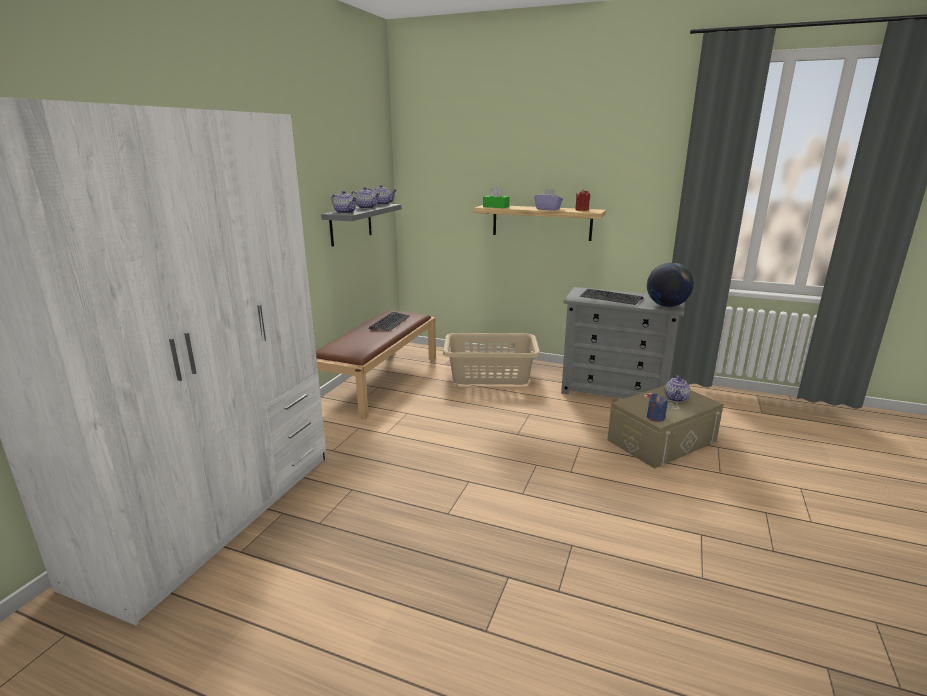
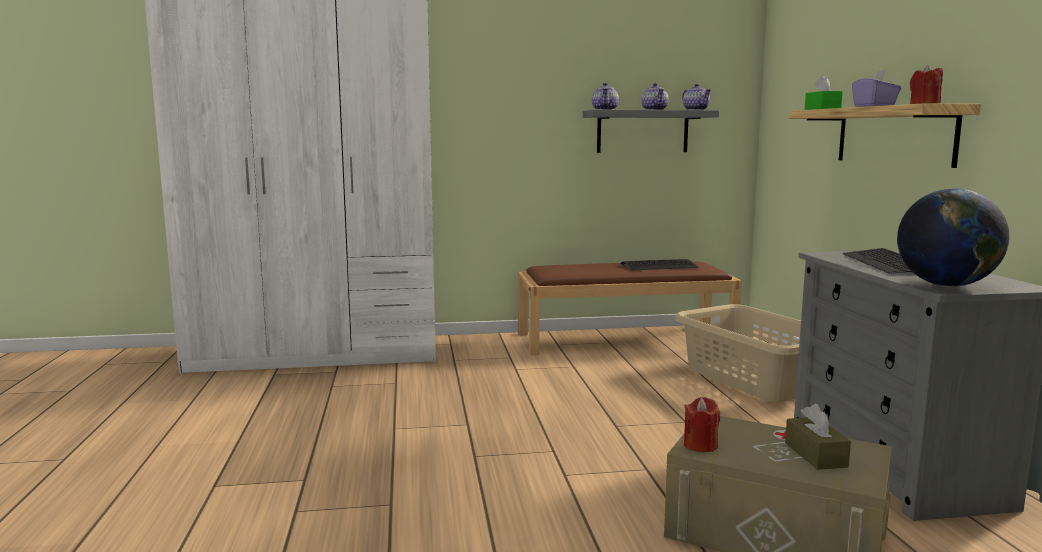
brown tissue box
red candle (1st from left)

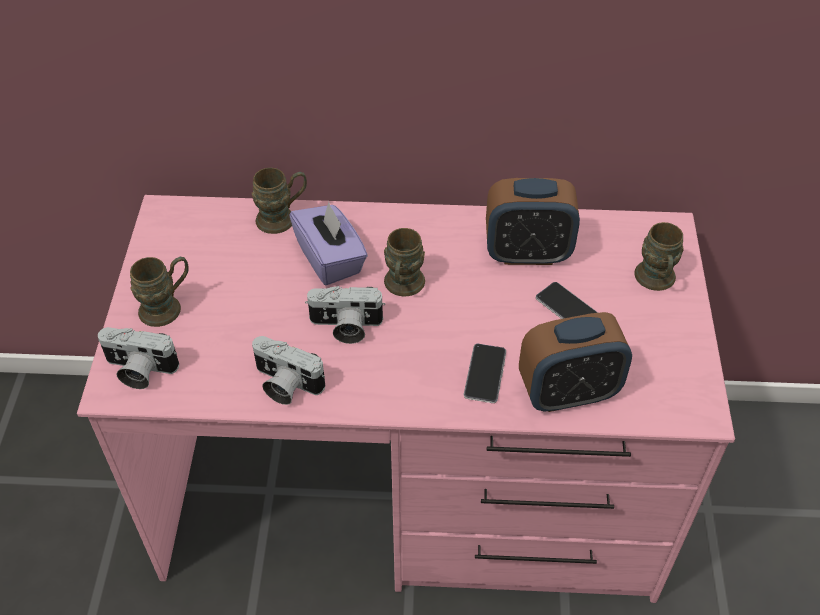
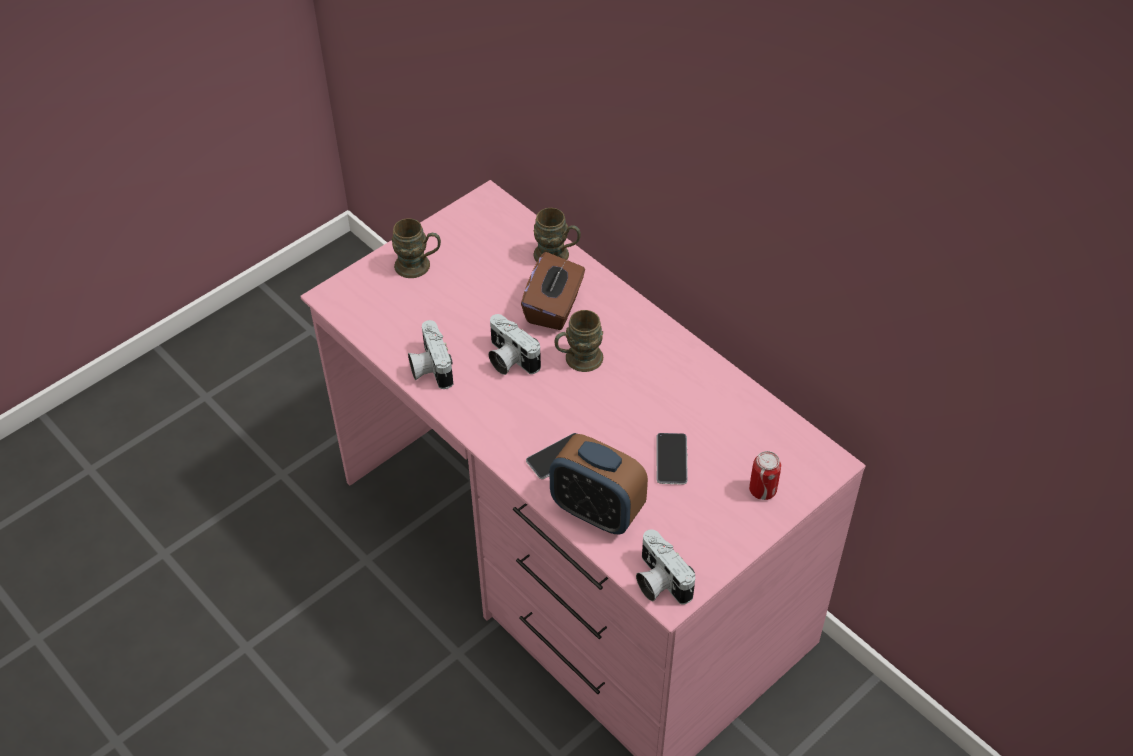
alarm clock (1st from left in the first image)
brown tissue box
can
photo camera (3rd from left)

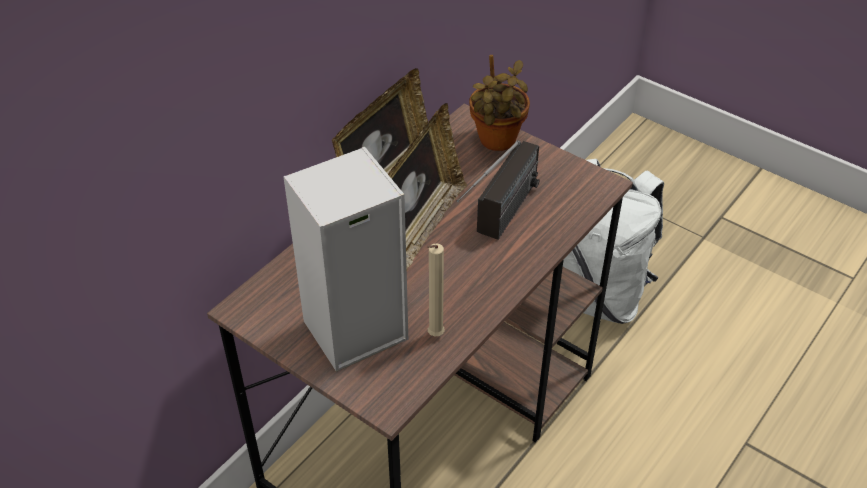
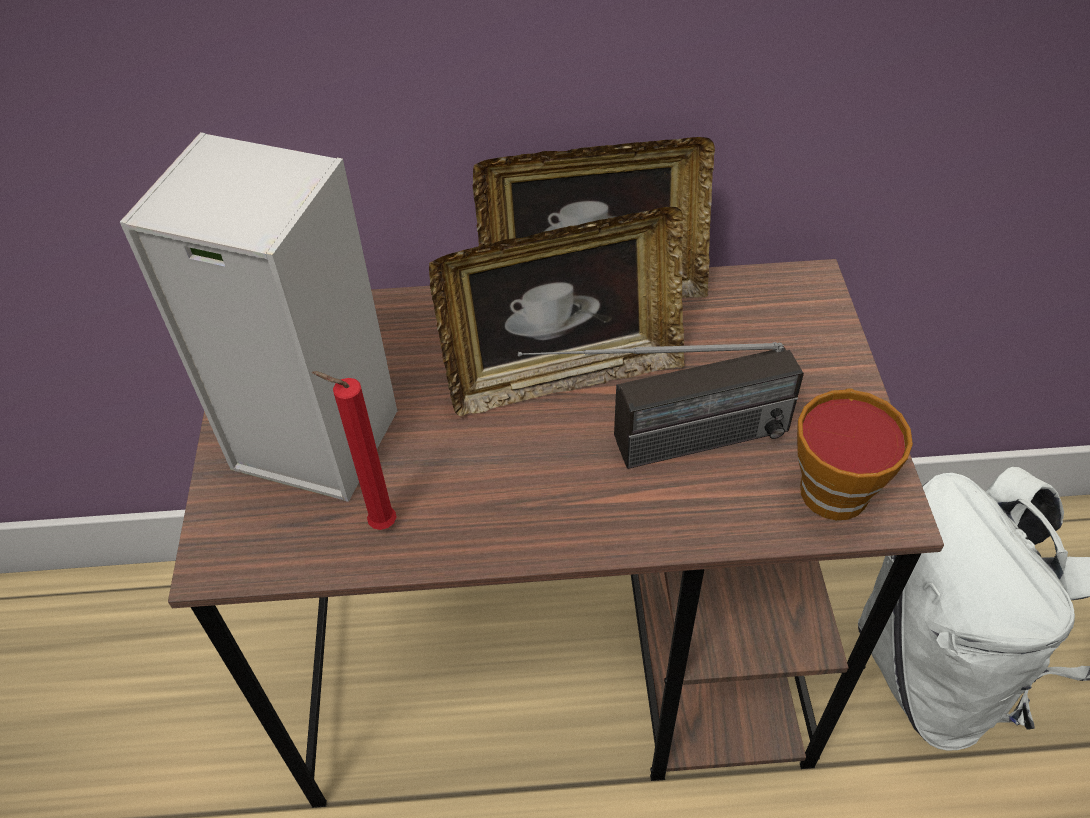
potted plant
red candle
cup

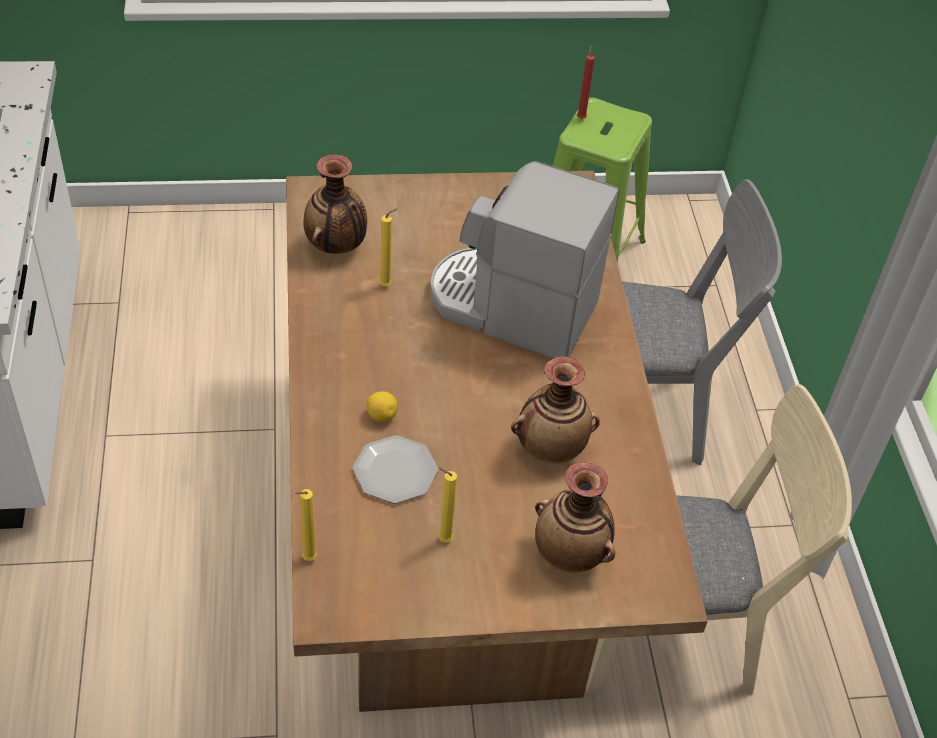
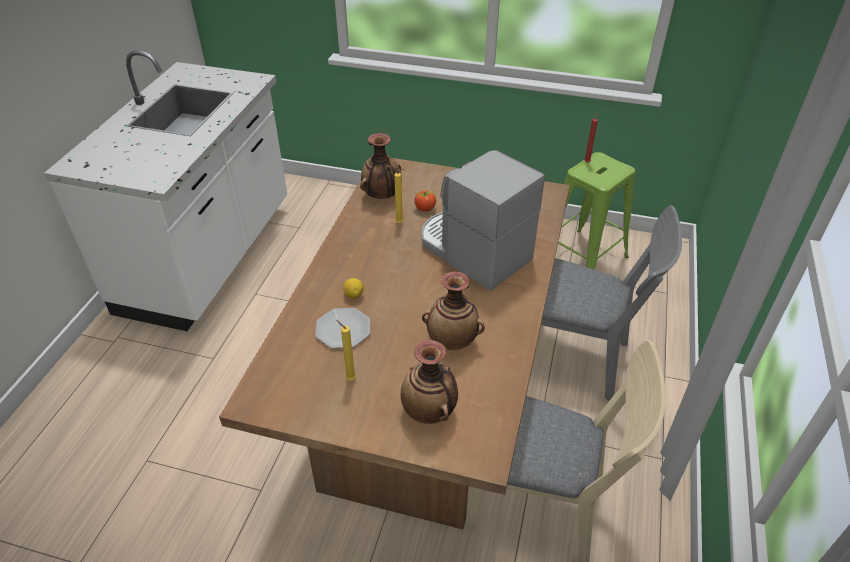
yellow candle (1st from left in the first image)
tomato

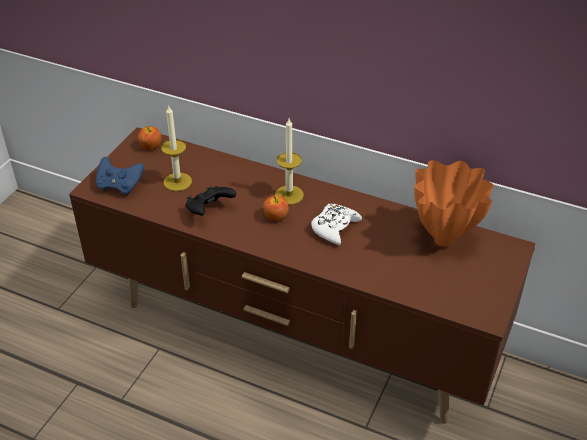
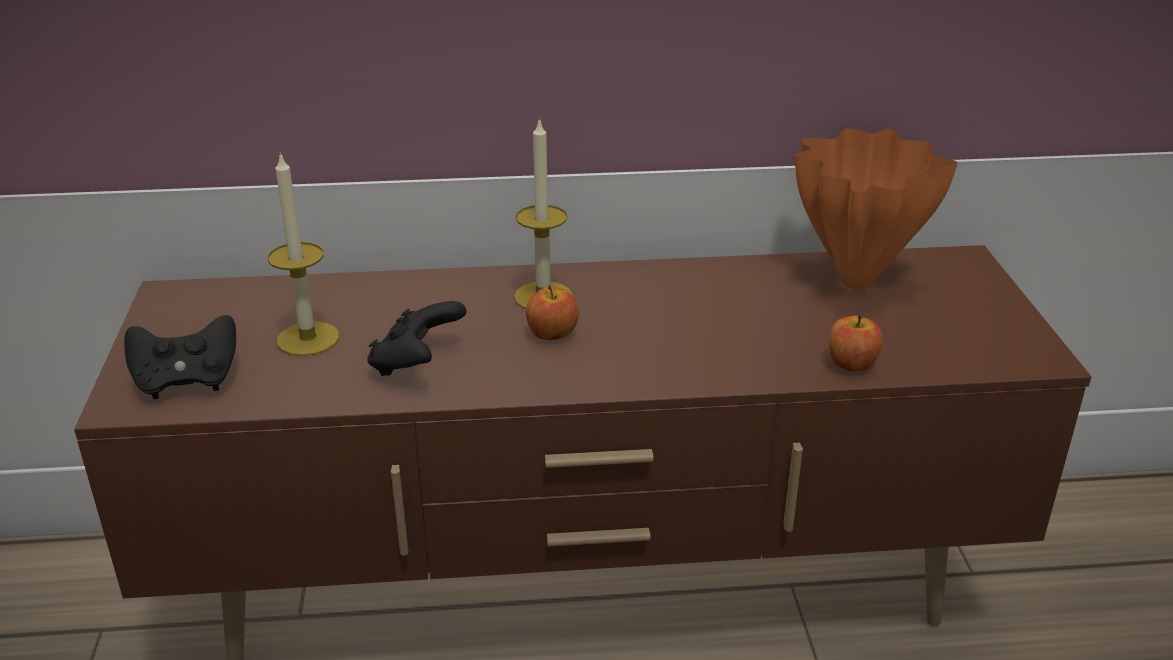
apple (2nd from left)
black game controller (1st from left)
white game controller

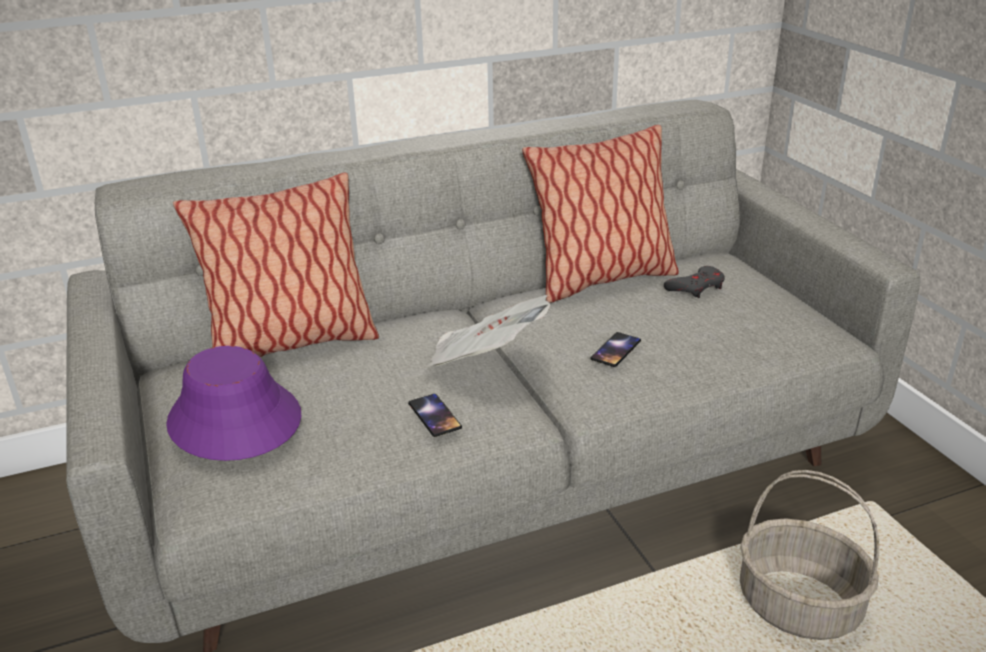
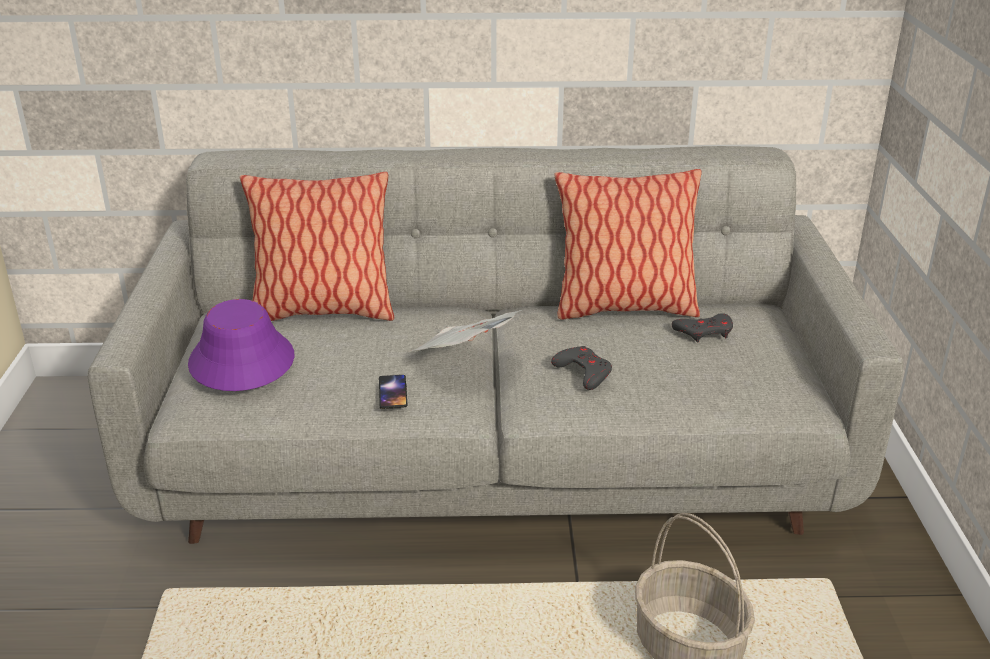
grey game controller (1st from left)

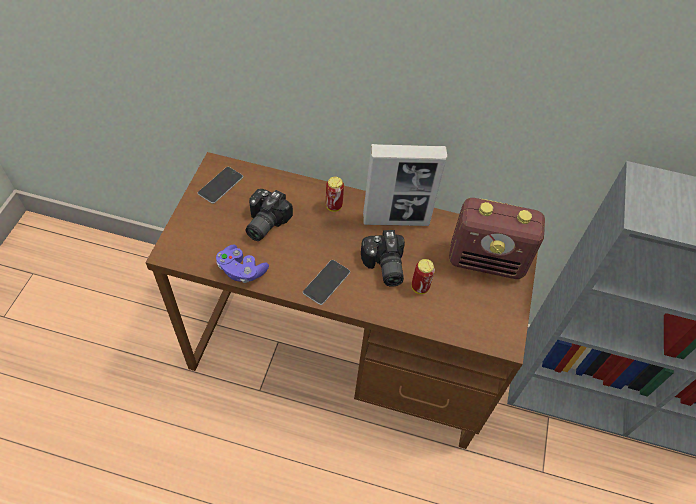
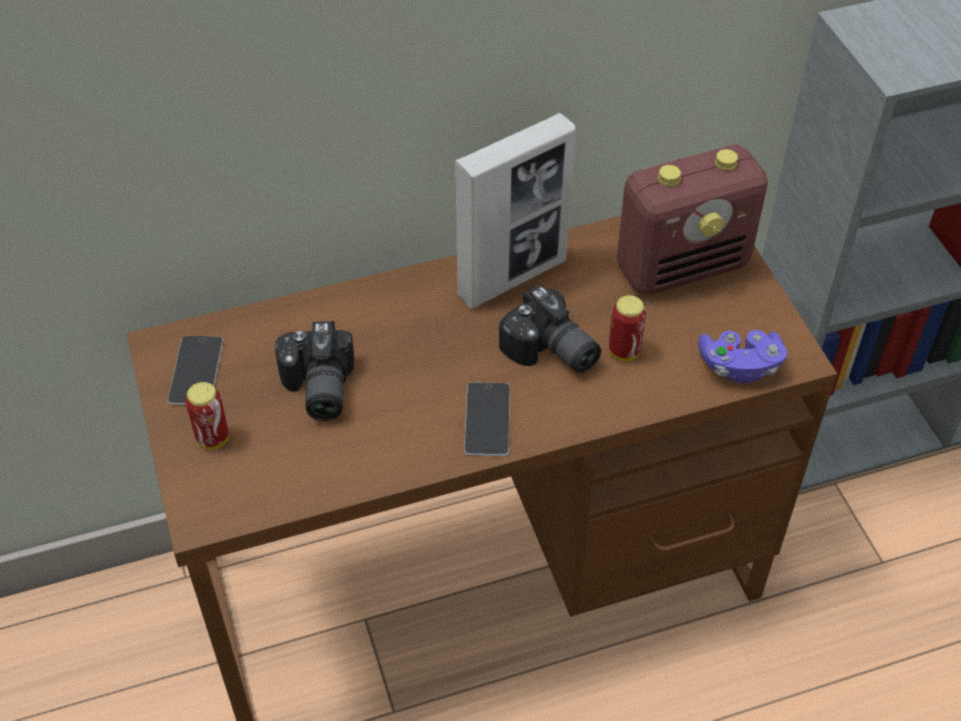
can (1st from left)
purple game controller

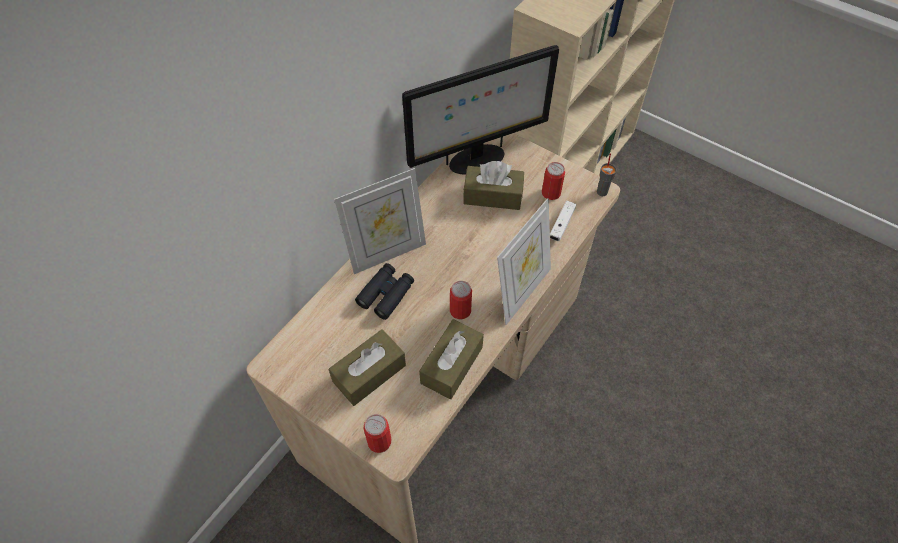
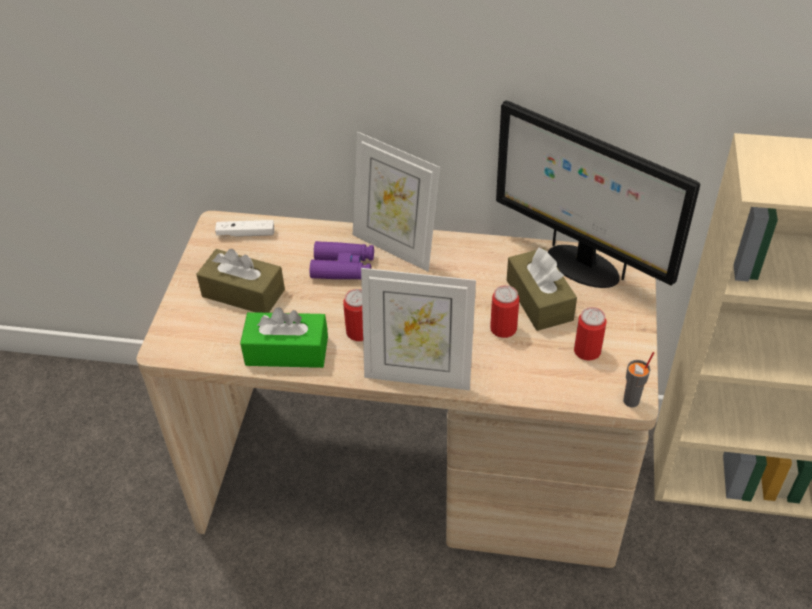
white game controller
purple binoculars
green tissue box
can (2nd from left)

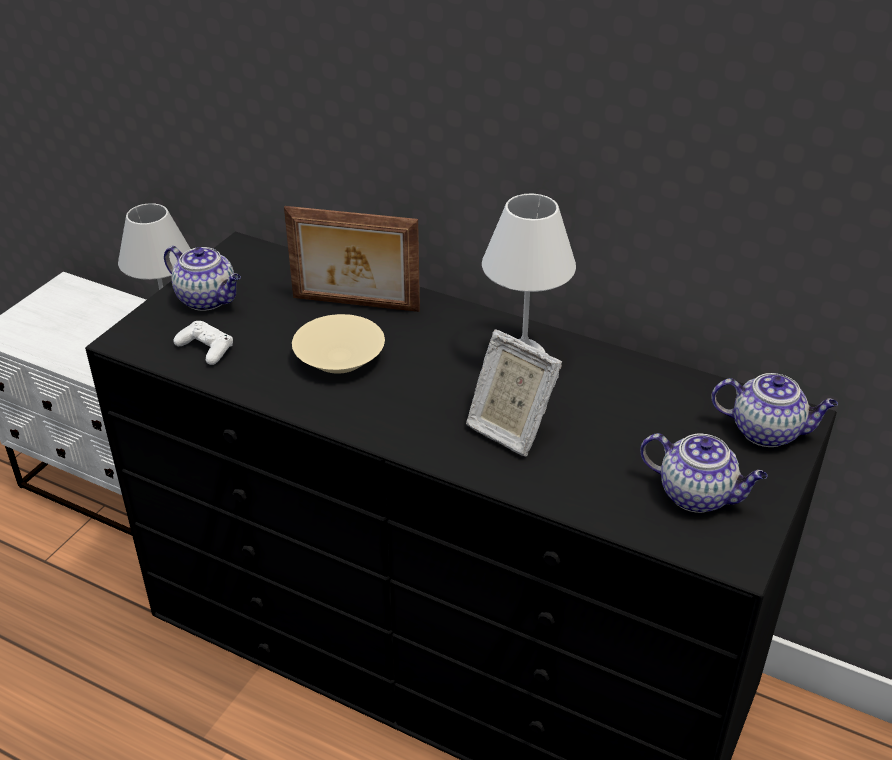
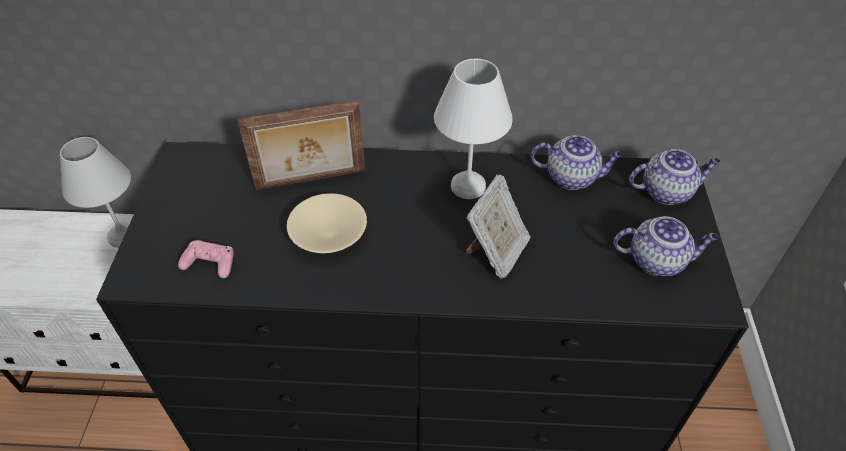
teapot (1st from left)
pink game controller
picture frame (2nd from left)

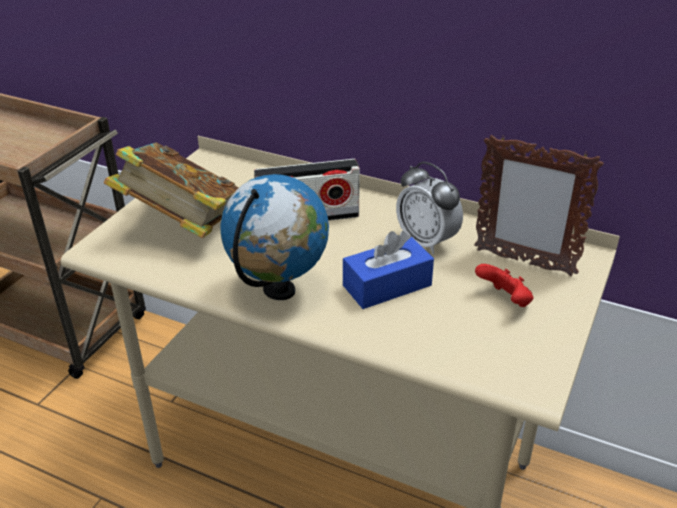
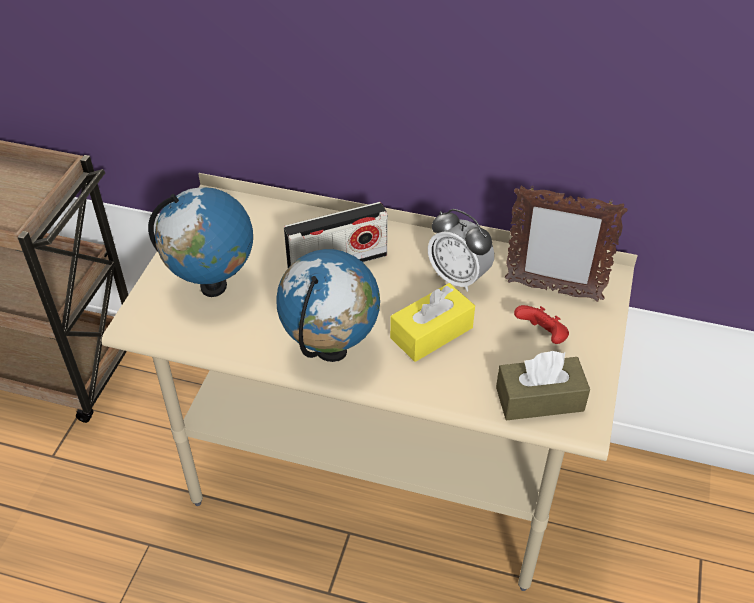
globe (1st from left)
yellow tissue box
brown tissue box

